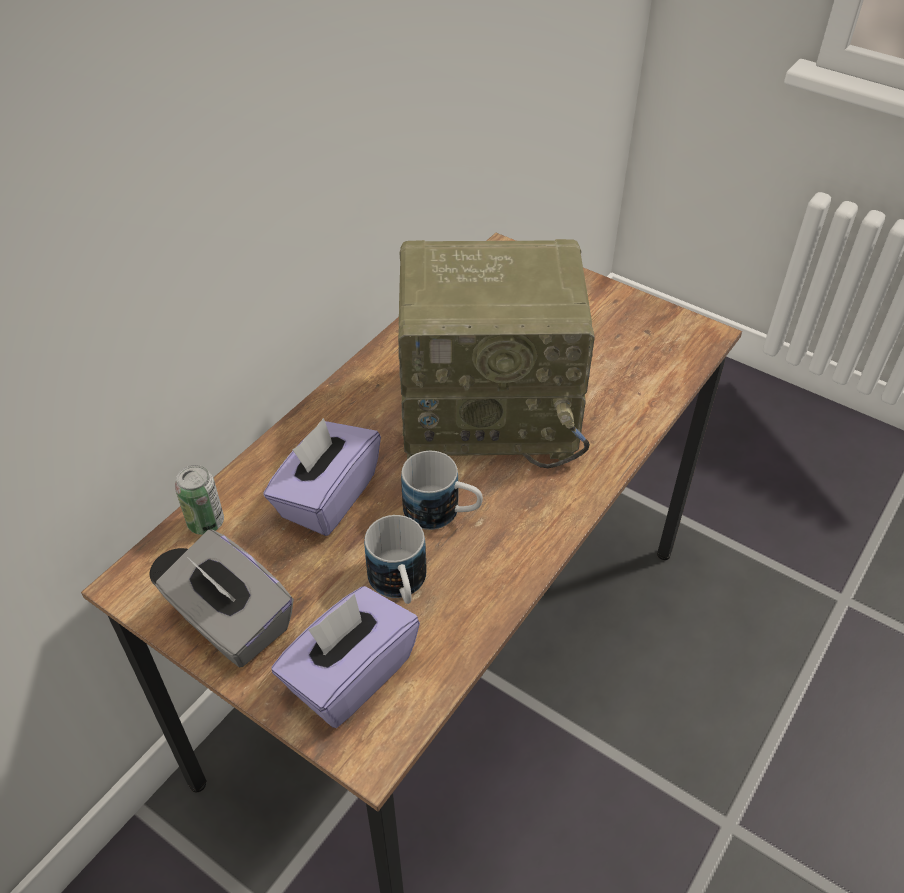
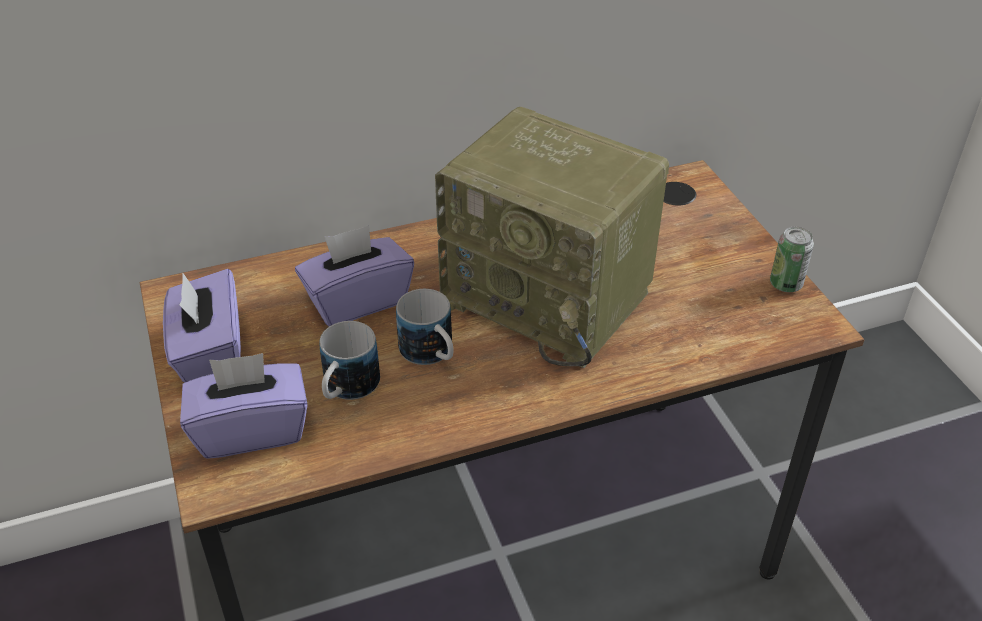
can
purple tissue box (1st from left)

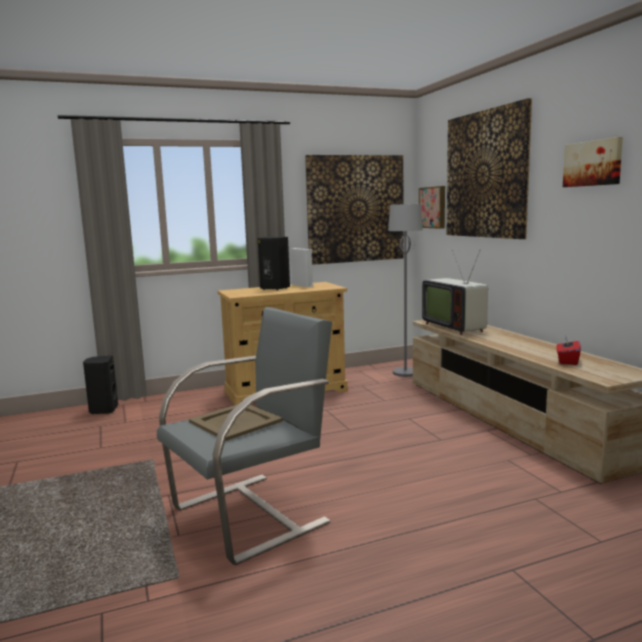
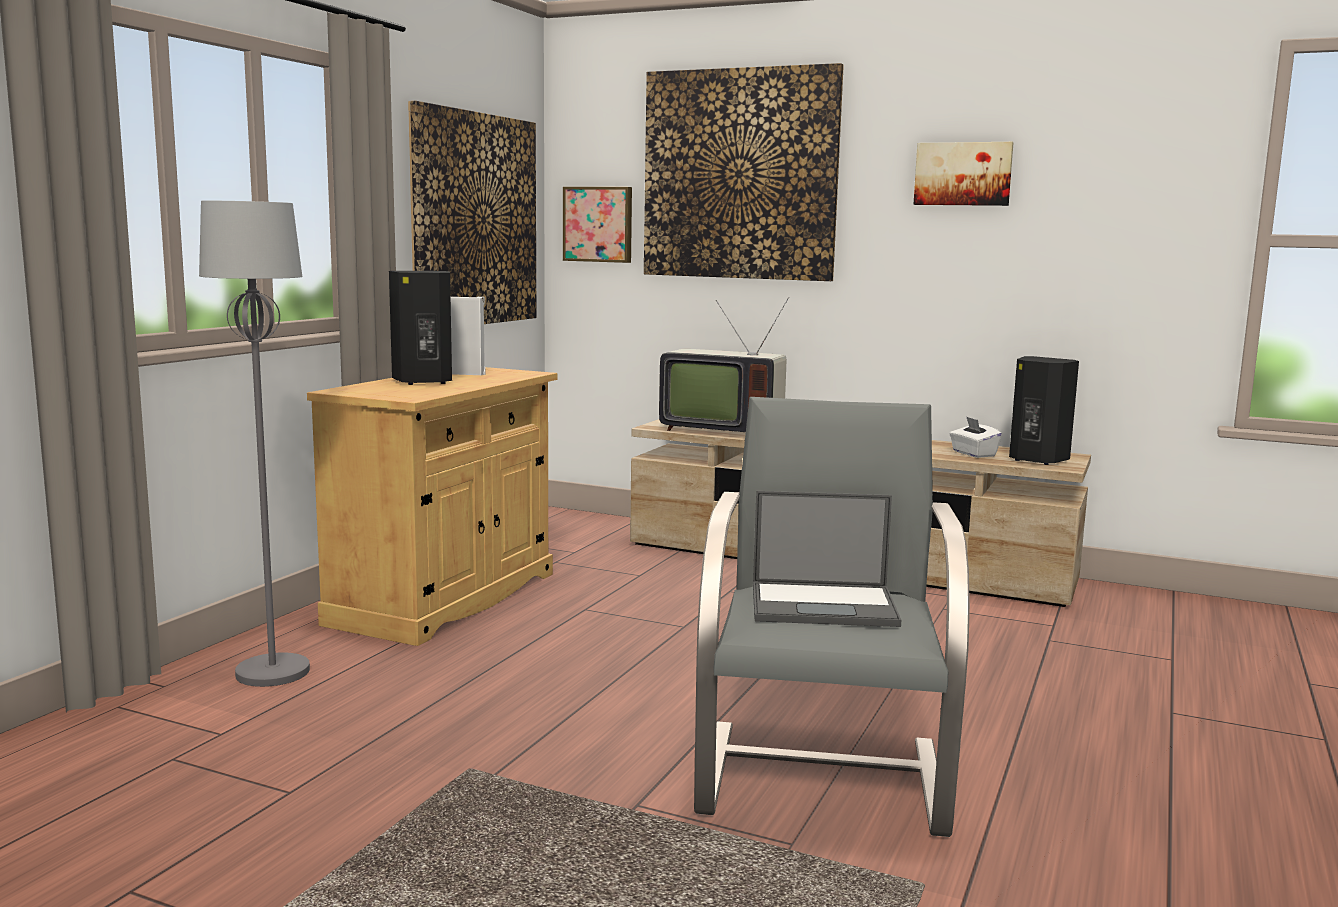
grey floor lamp
white tissue box
black speaker (2nd from left)
laptop

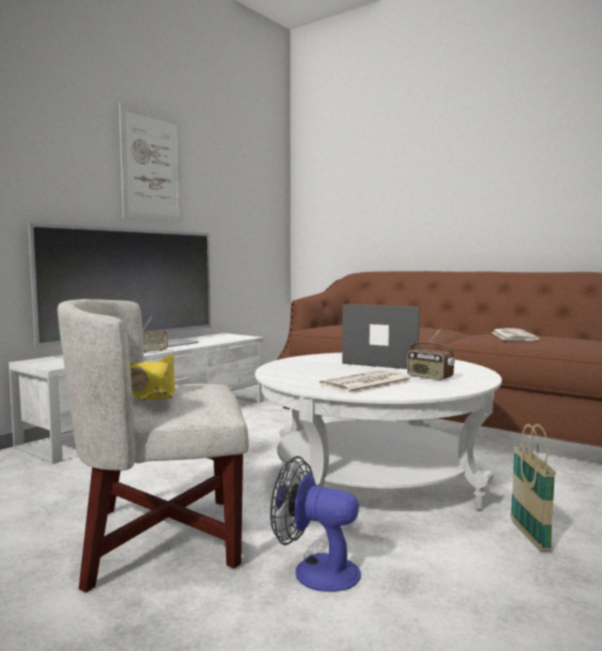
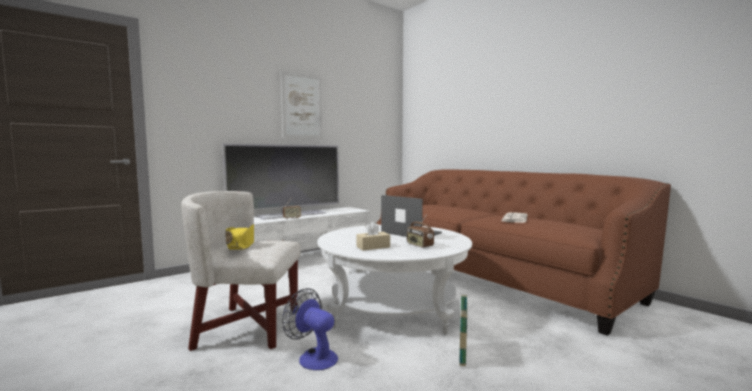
beige tissue box

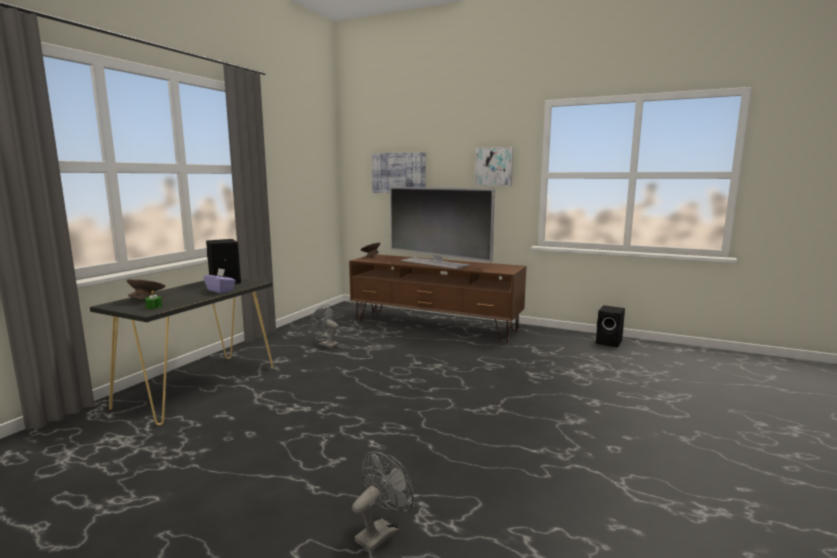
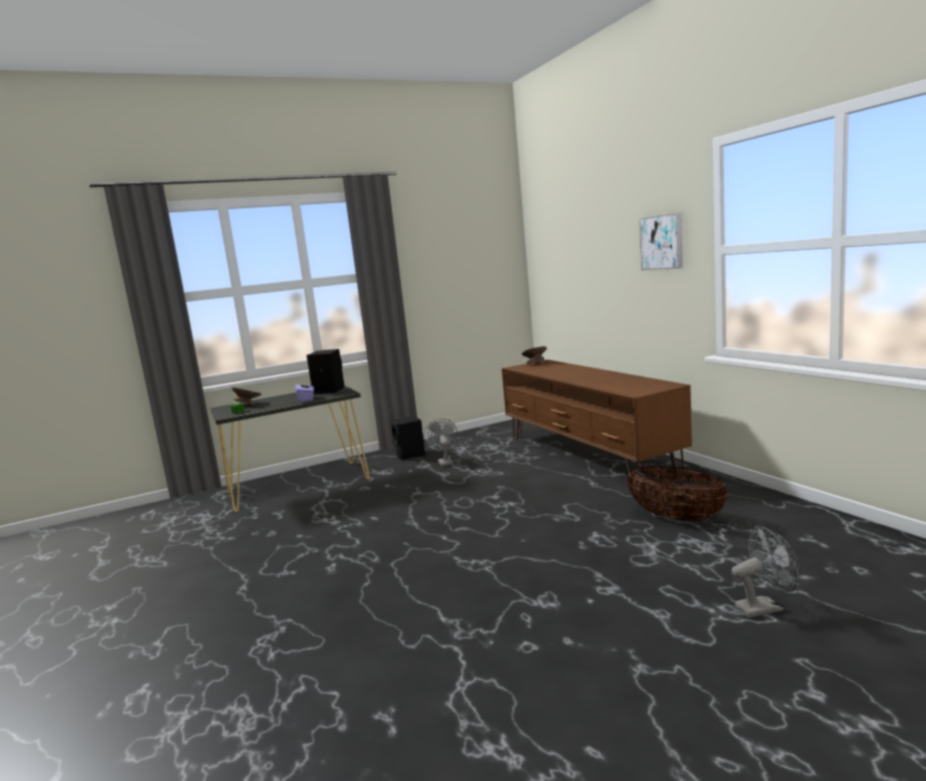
picture (1st from left in the first image)
television
black speaker (2nd from left)
grey fan (2nd from left)
basket

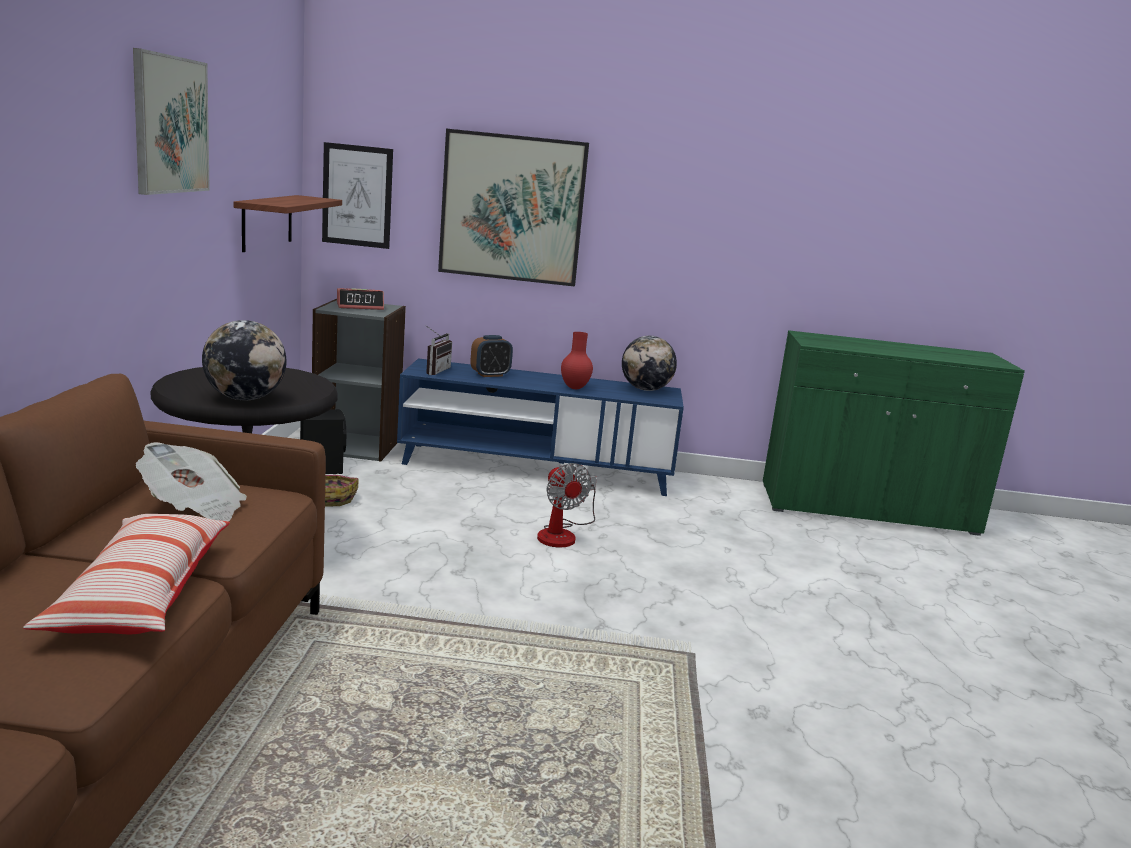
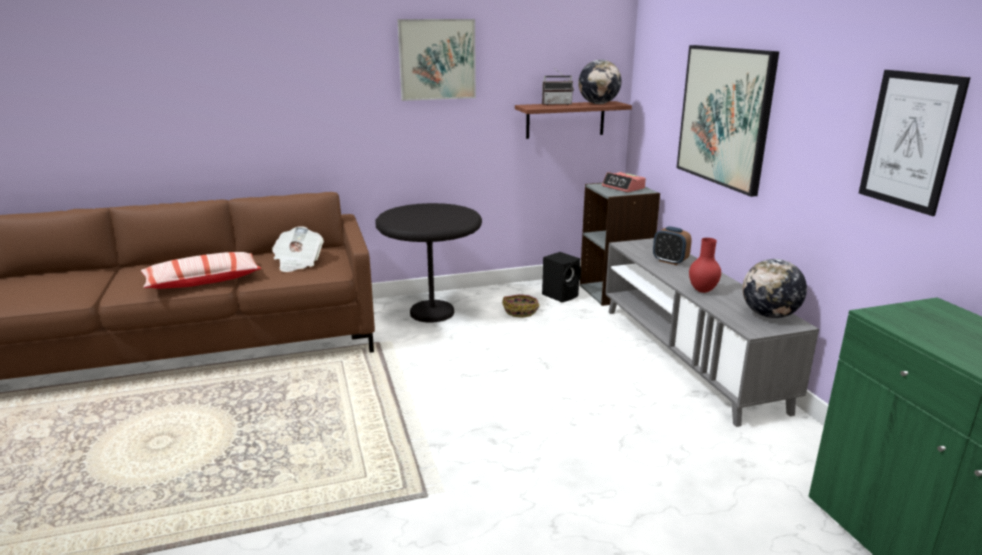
picture (3rd from left)
globe (1st from left)
radio
grey tv stand
fan

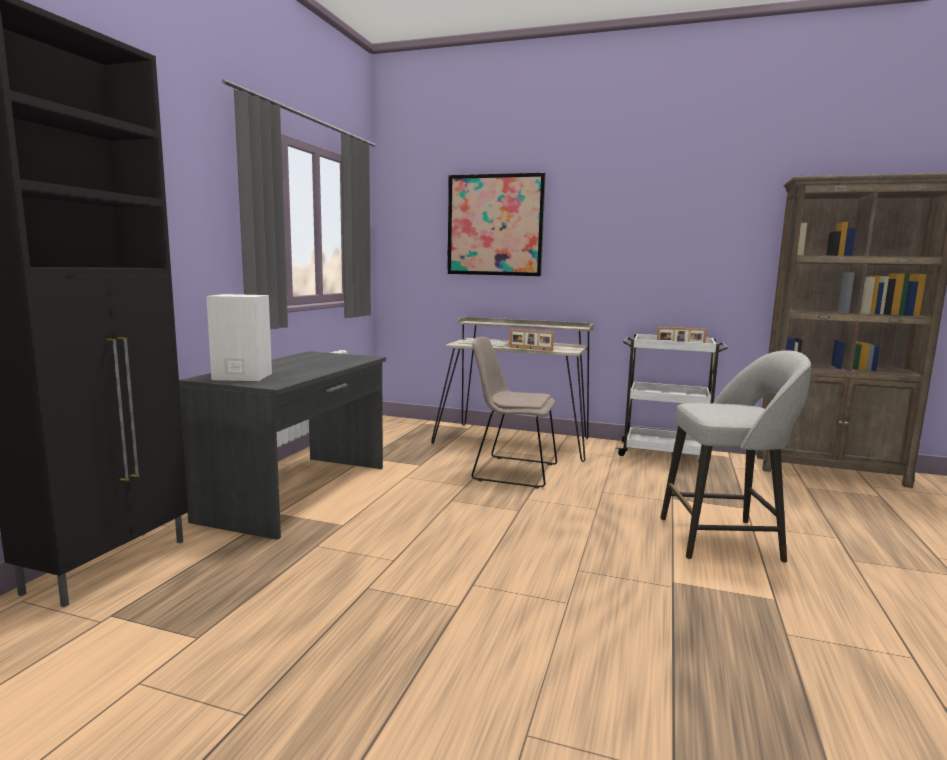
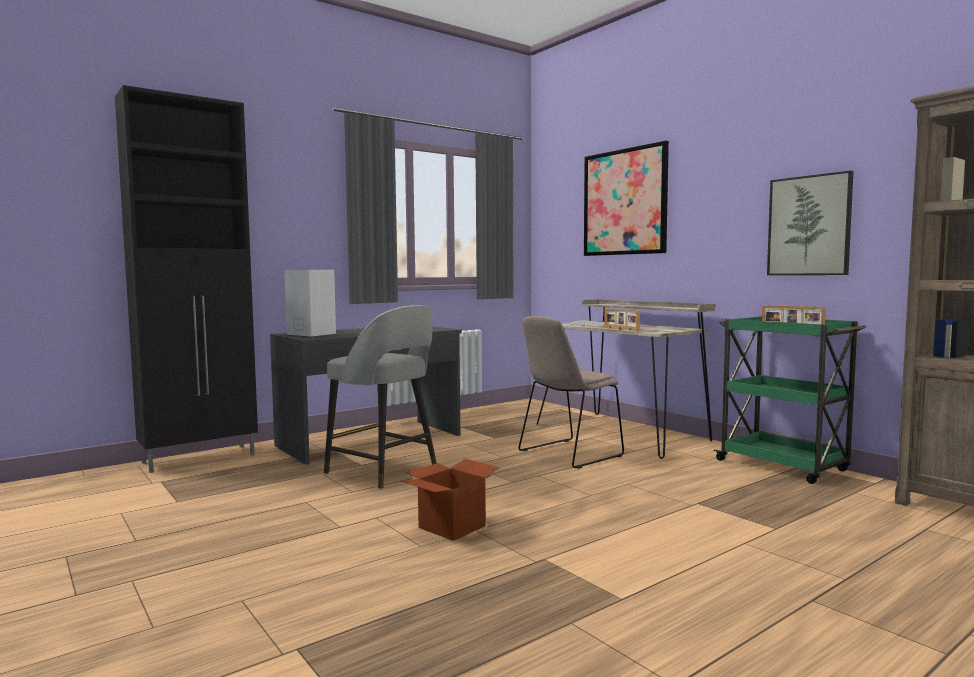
green cart
beige chair
grey stool
picture (2nd from left)
cardboard box

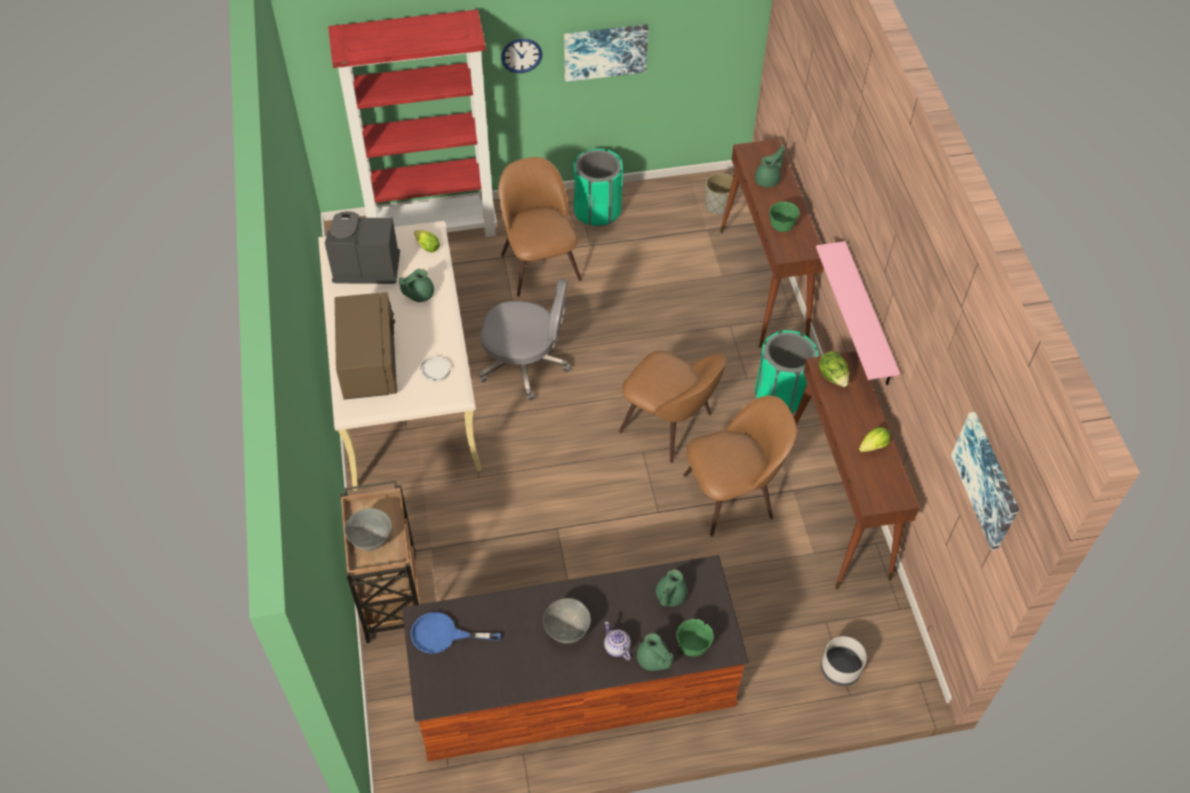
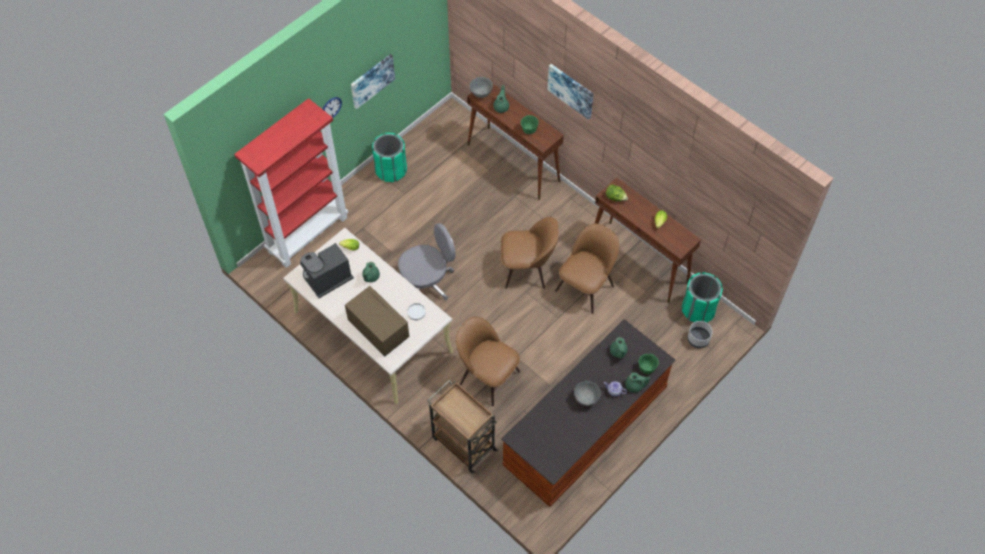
brown chair (1st from left)
grey planter (1st from left in the first image)
pink shelf
green trash can (2nd from left)
picture (2nd from left)
grey bowl (1st from left)
blue frying pan

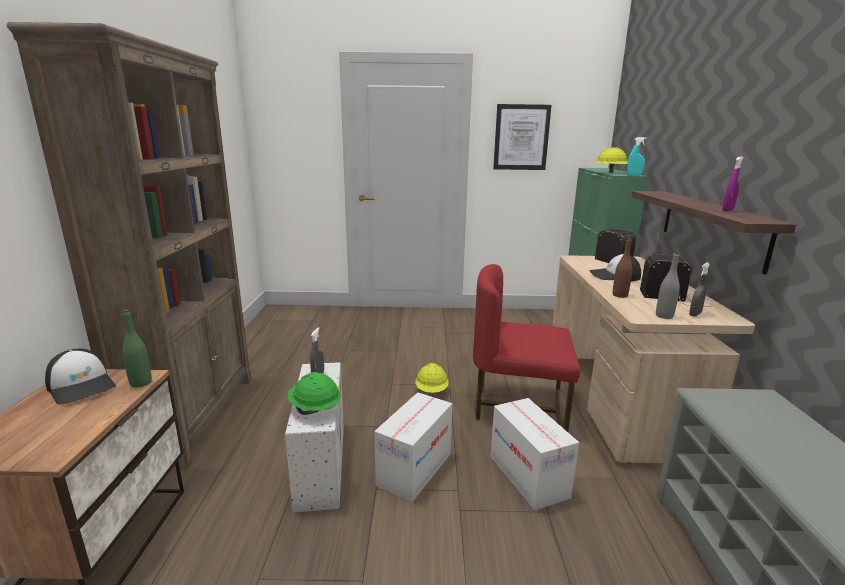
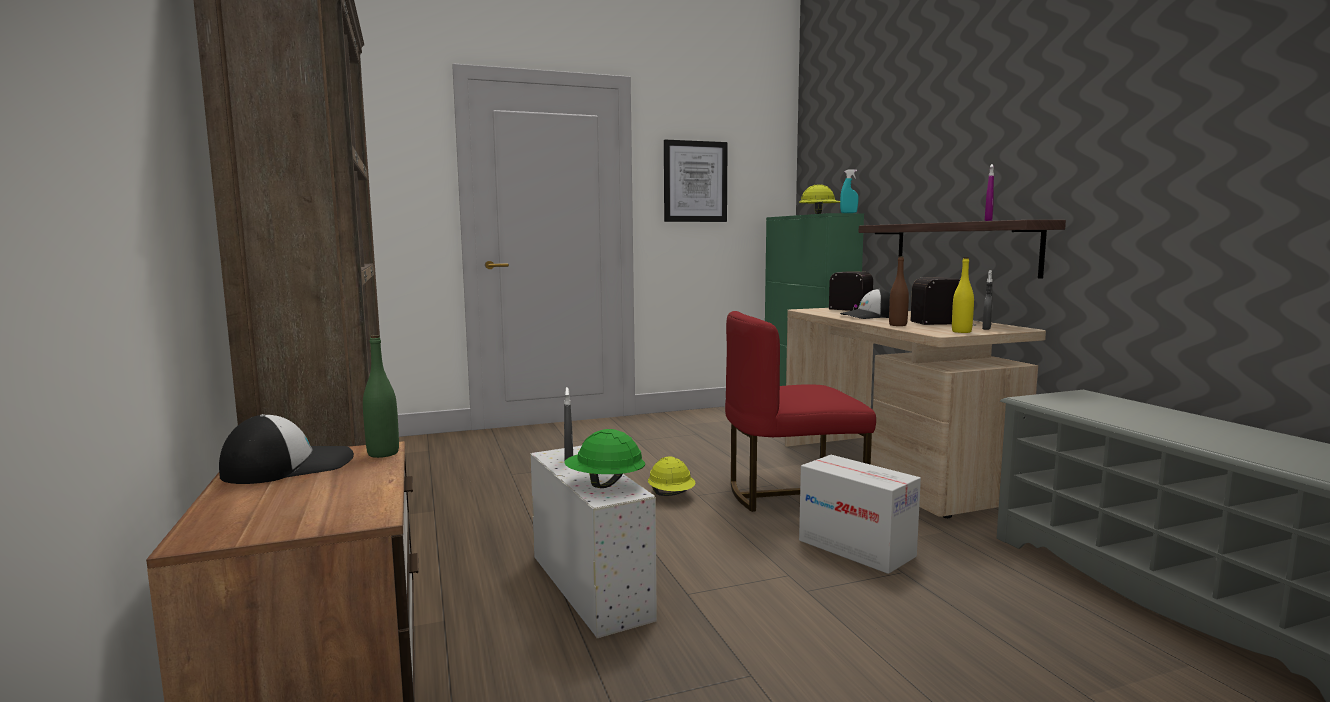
yellow bottle
cap (1st from left)
cardboard box (1st from left in the first image)

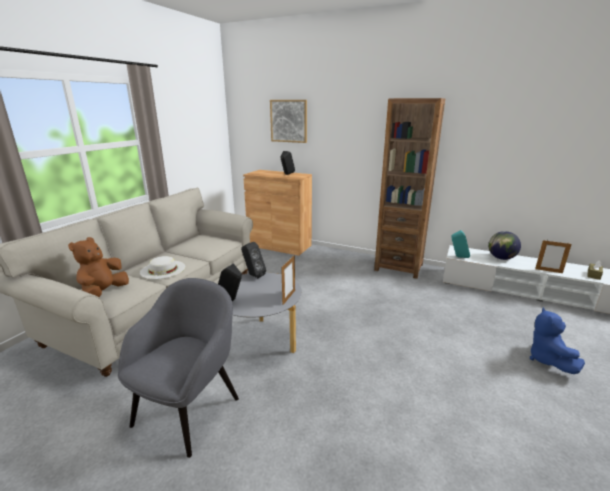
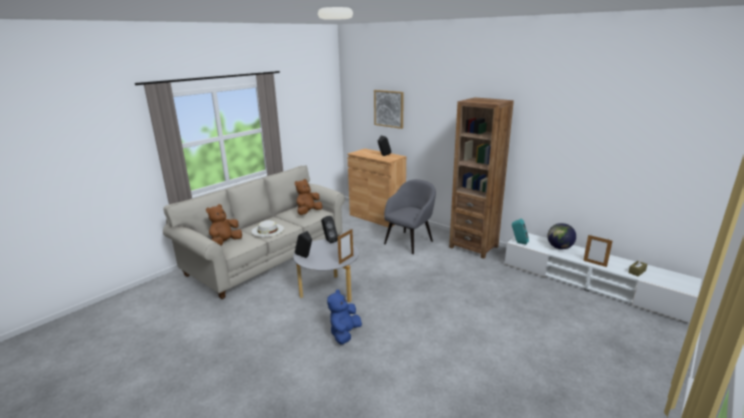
grey armchair
blue plush toy
brown plush toy (2nd from left)

